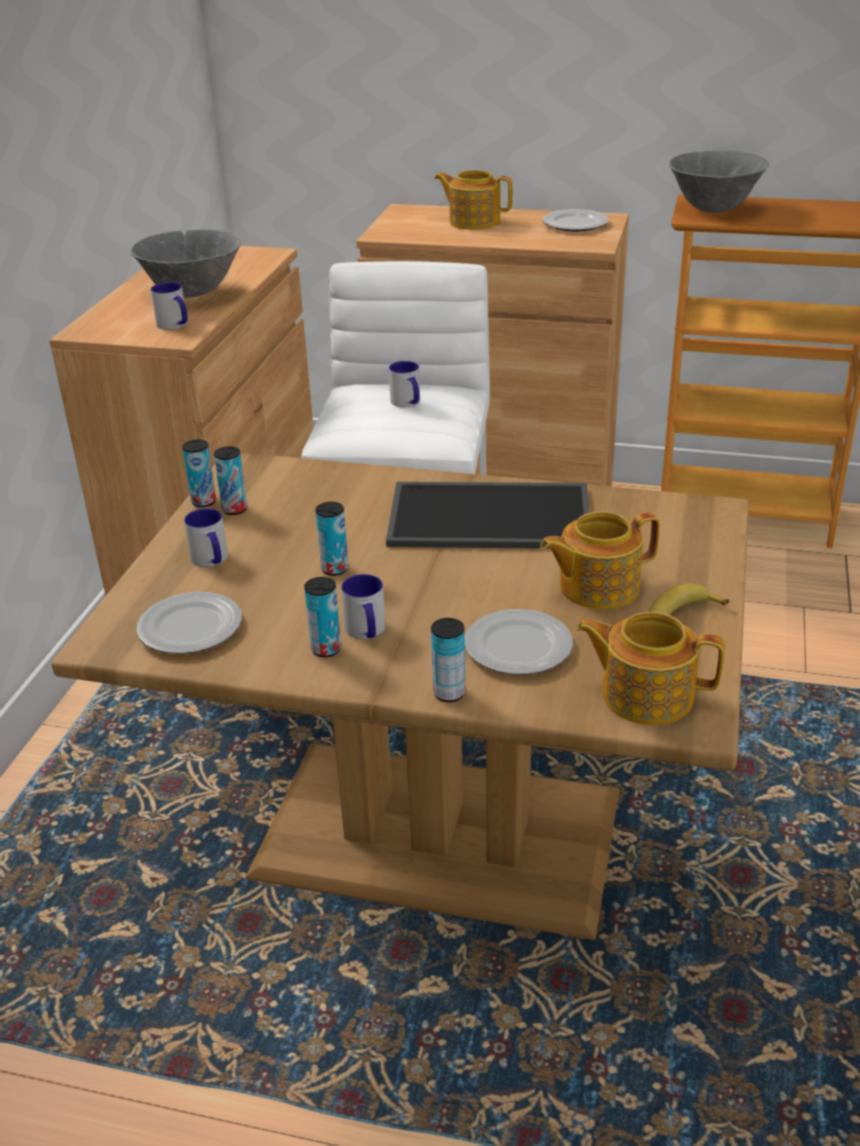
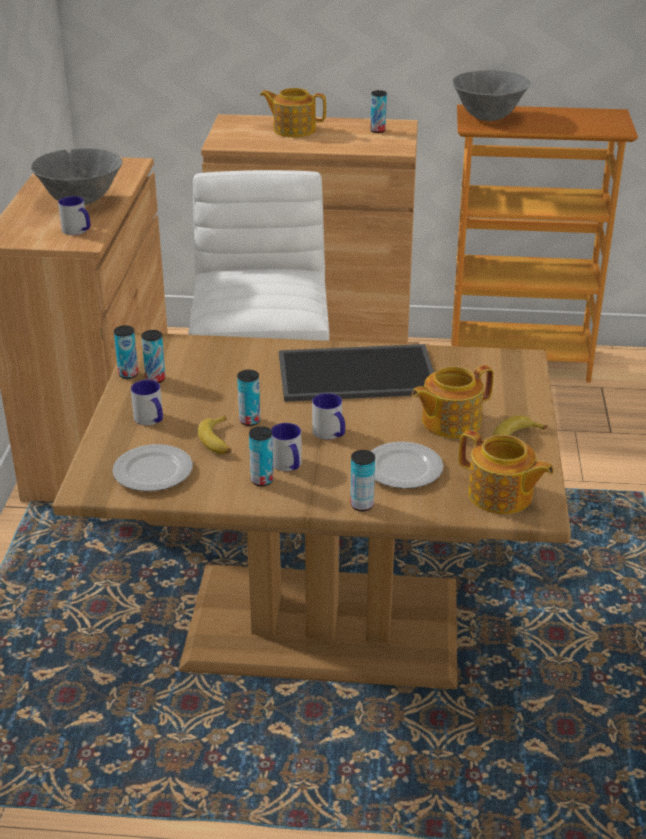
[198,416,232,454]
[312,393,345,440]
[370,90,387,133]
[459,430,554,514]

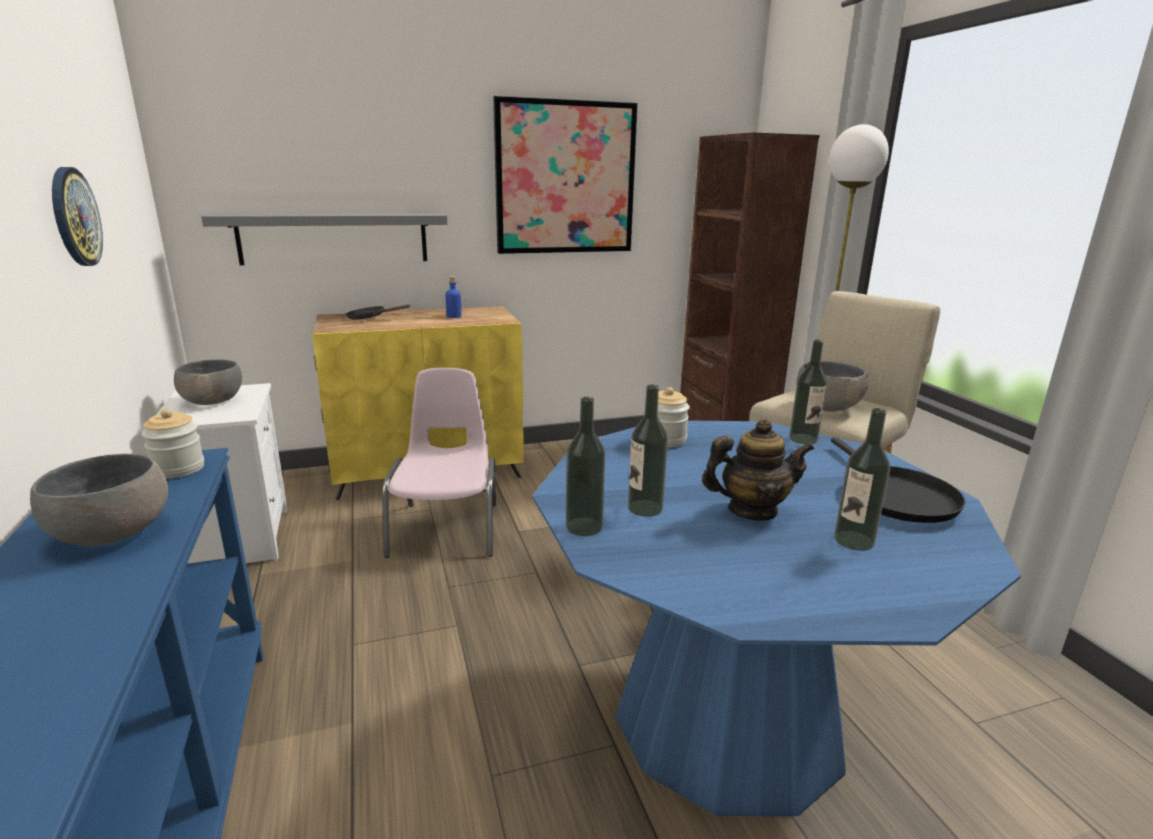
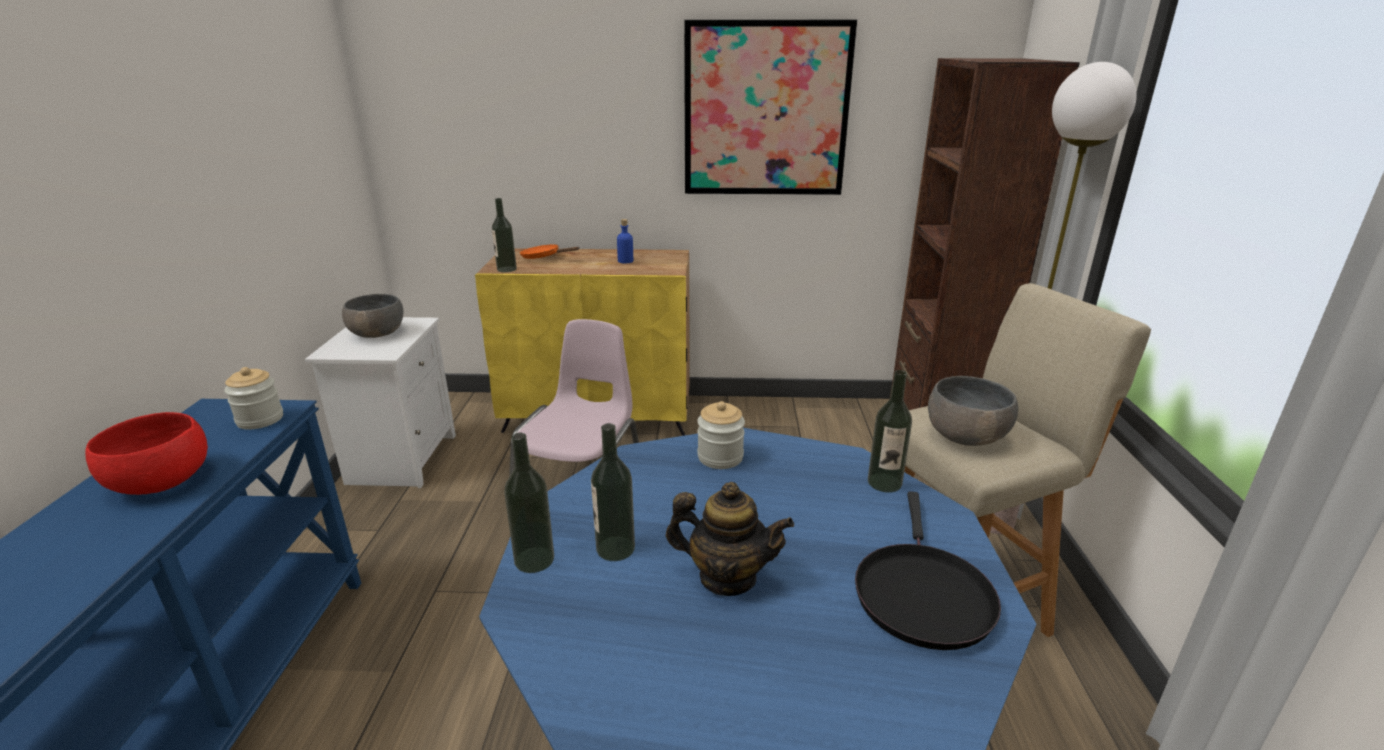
[85,412,208,495]
[492,198,517,272]
[520,244,580,259]
[52,167,103,266] (first image)
[201,213,447,265] (first image)

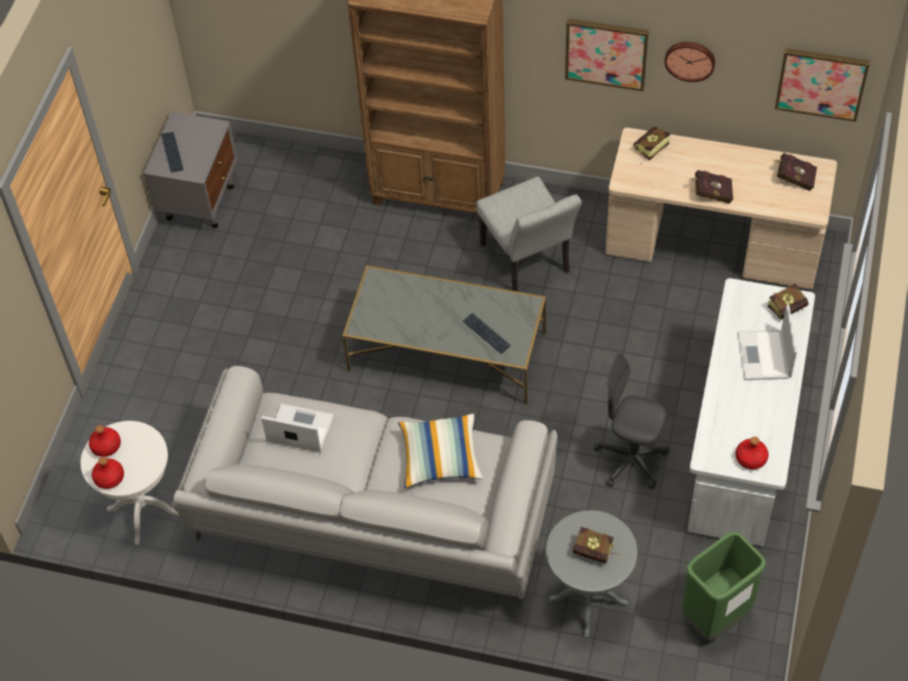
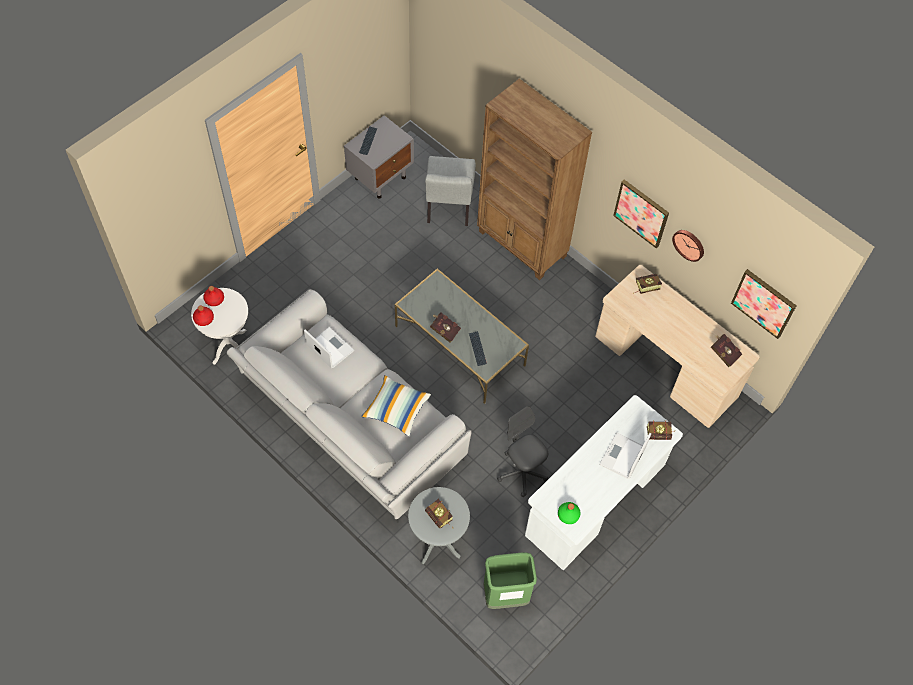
[425,156,476,226]
[430,312,461,342]
[558,502,581,524]

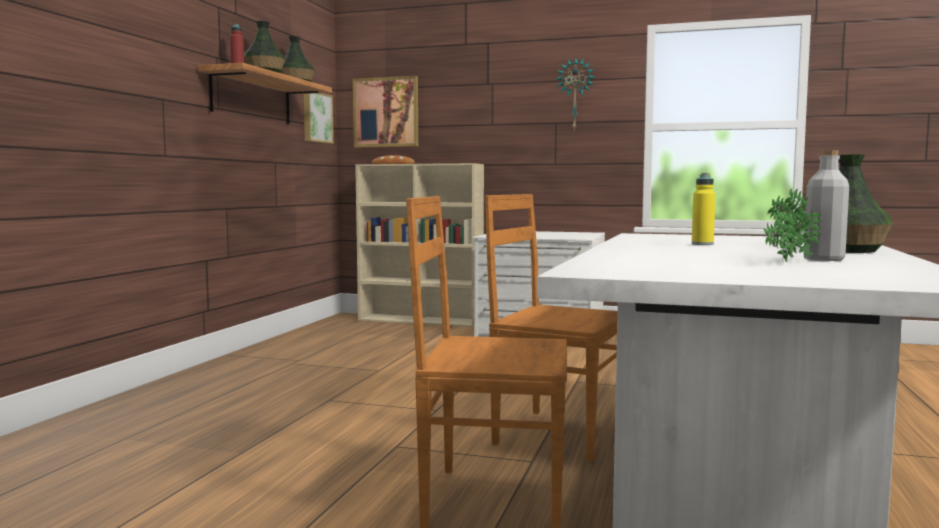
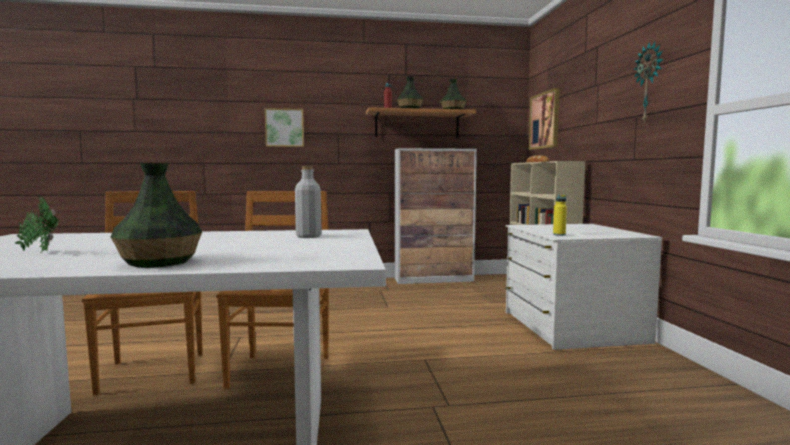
[265,108,304,147]
[295,166,322,238]
[395,148,477,284]
[553,195,567,236]

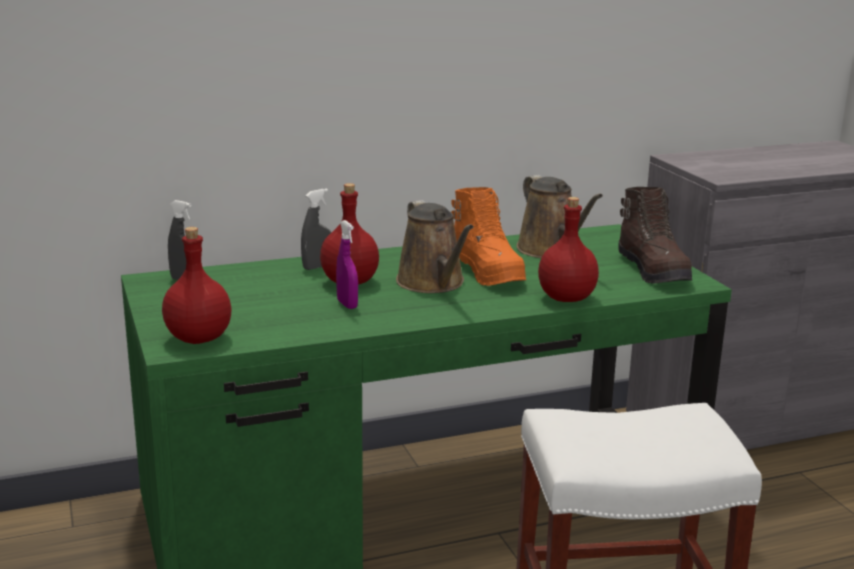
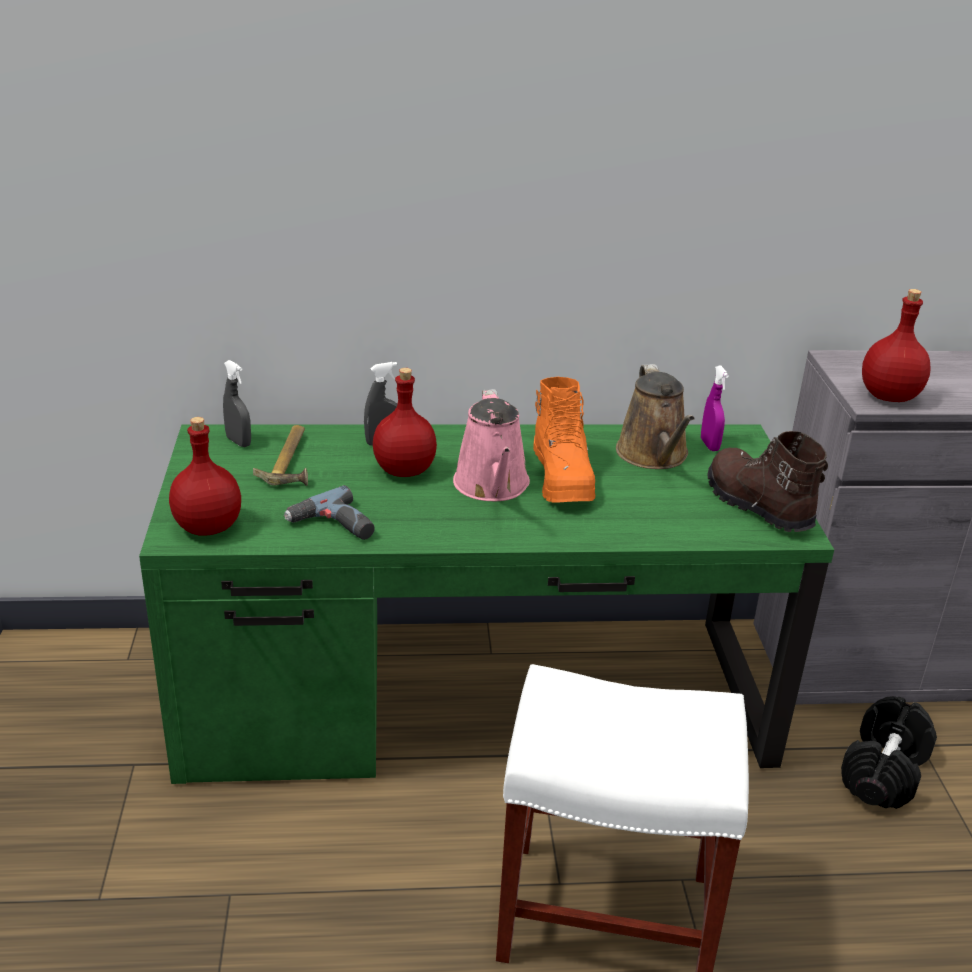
[253,425,308,486]
[284,485,375,540]
[453,389,530,501]
[701,365,729,451]
[707,431,828,532]
[841,696,937,809]
[862,289,931,402]

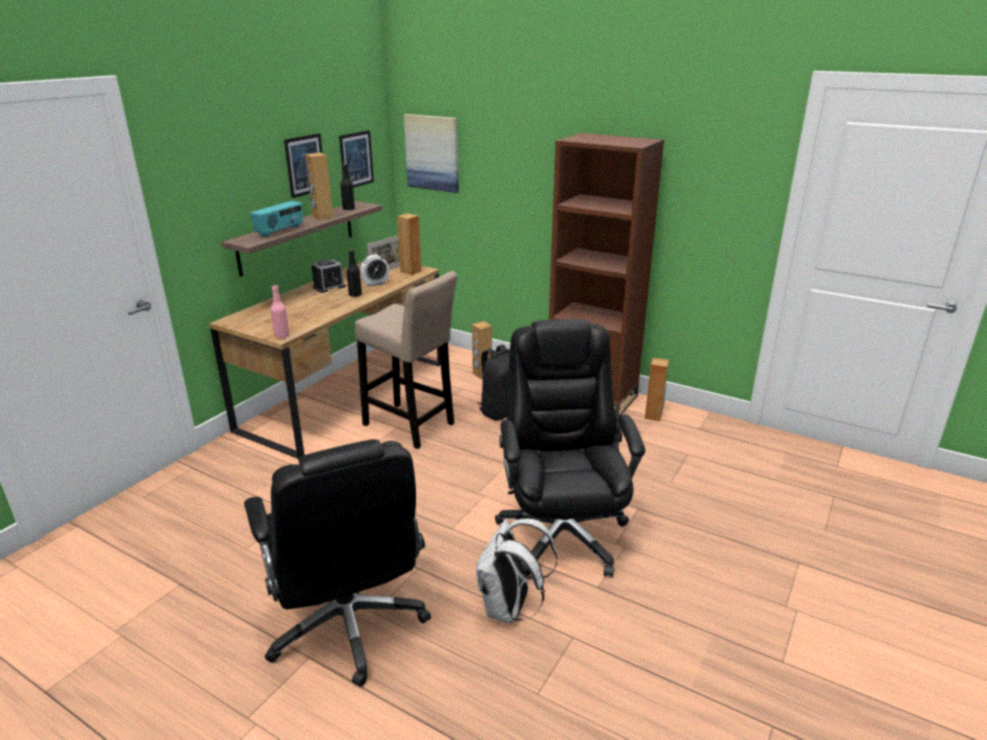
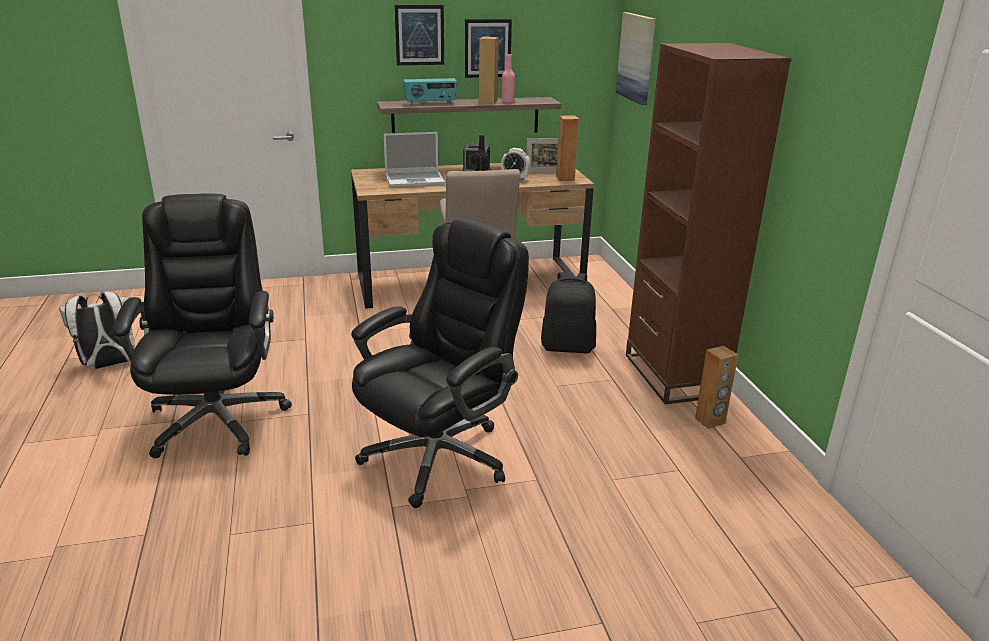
[59,292,135,369]
[112,193,292,458]
[384,132,445,188]
[395,5,444,65]
[502,54,515,103]
[340,164,355,210] (first image)
[472,321,492,379] (first image)

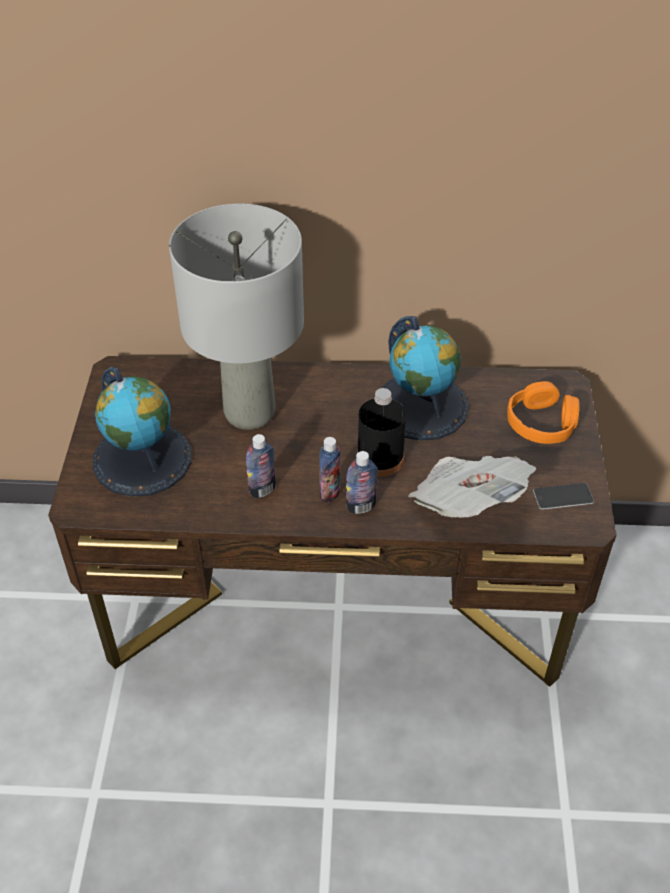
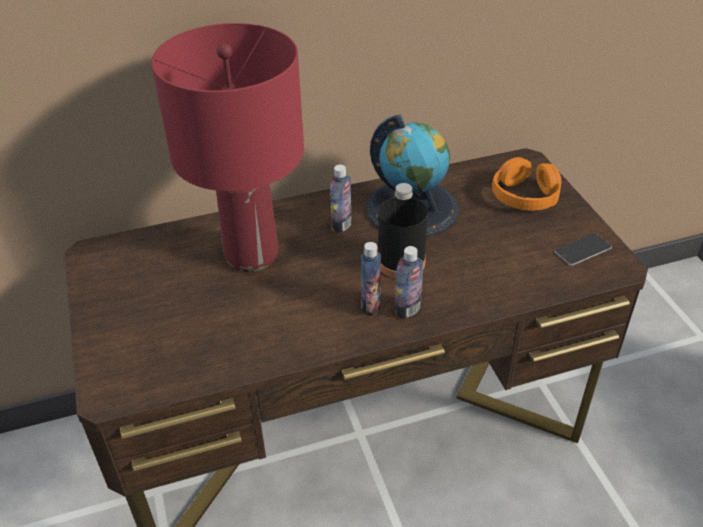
[151,23,304,272]
[330,165,352,233]
[92,367,191,497] (first image)
[408,456,536,518] (first image)

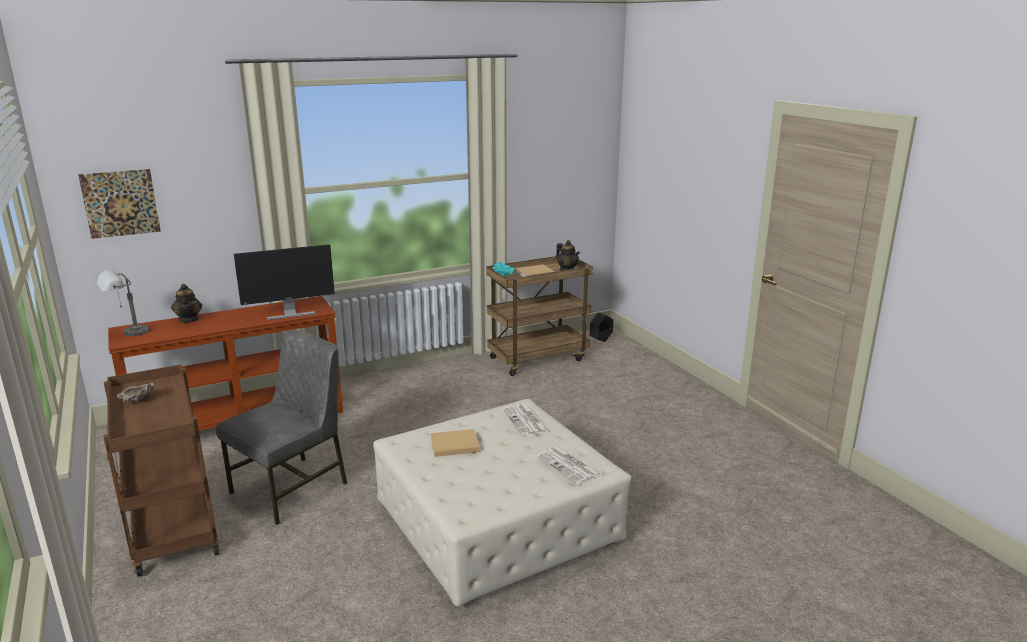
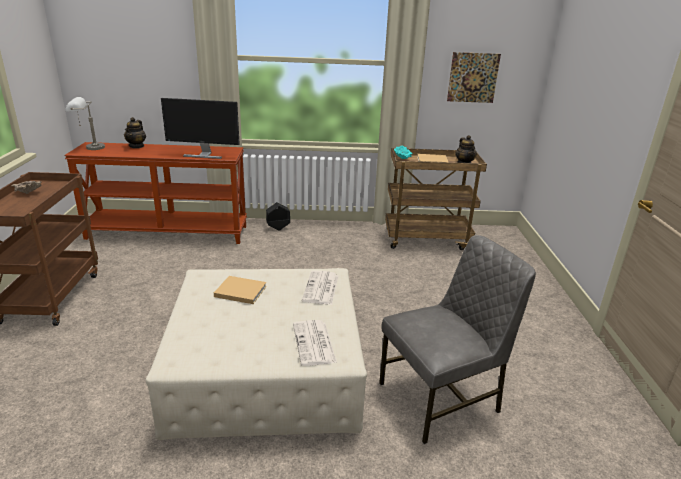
[266,202,290,231]
[379,235,536,444]
[447,52,501,103]

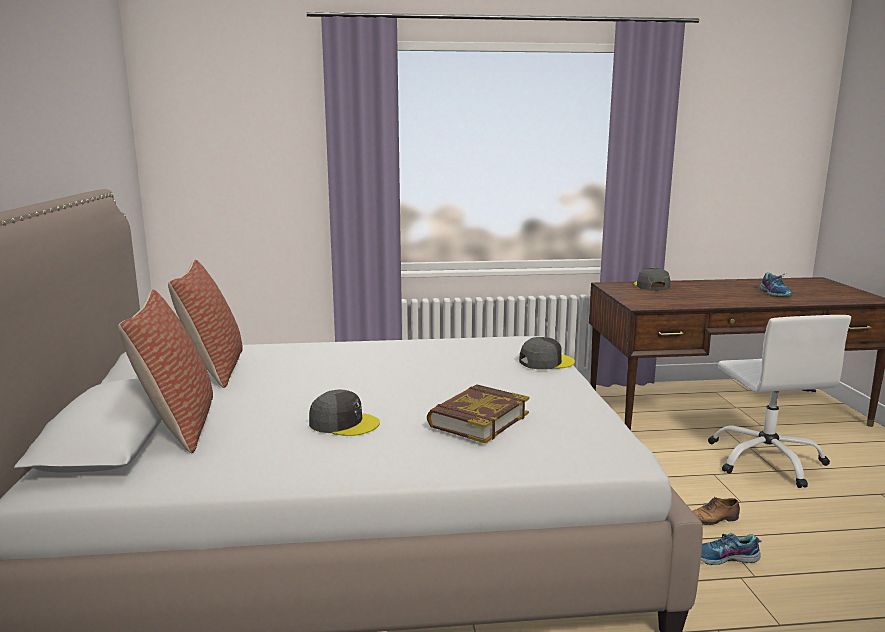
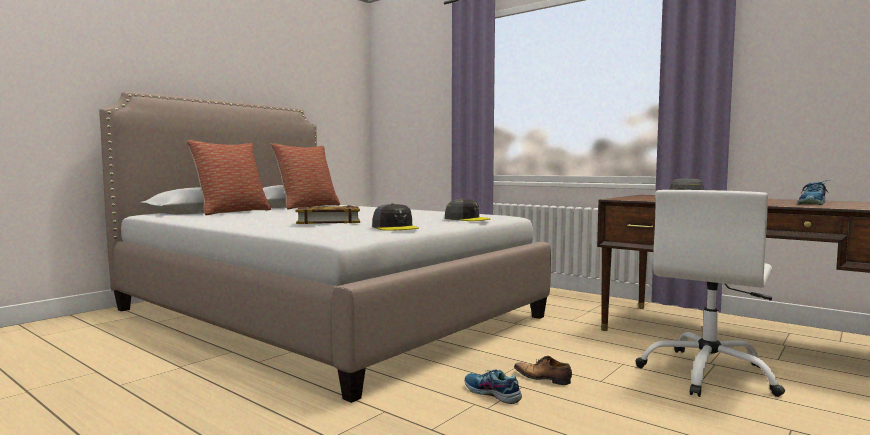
[372,203,419,231]

